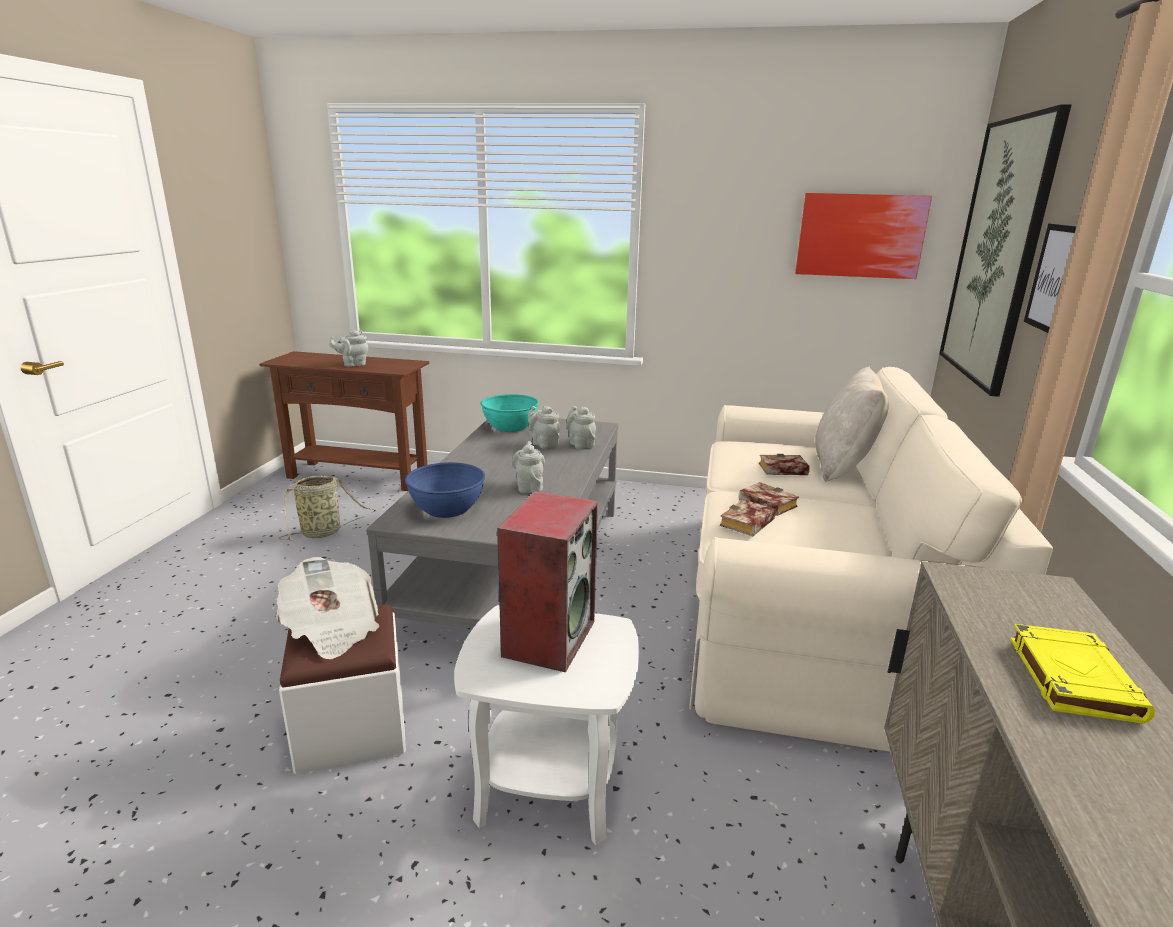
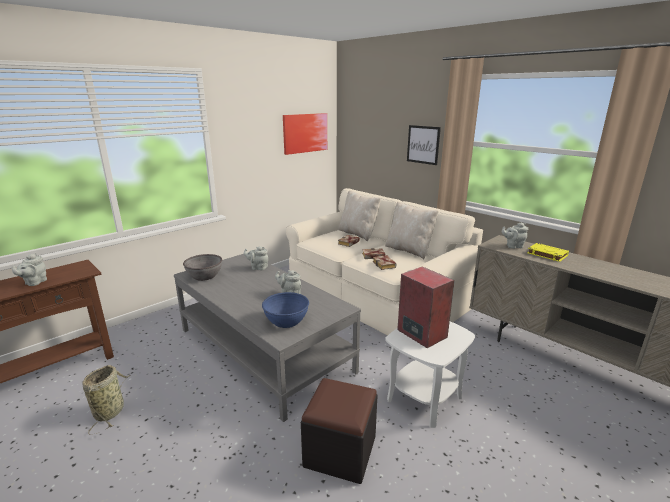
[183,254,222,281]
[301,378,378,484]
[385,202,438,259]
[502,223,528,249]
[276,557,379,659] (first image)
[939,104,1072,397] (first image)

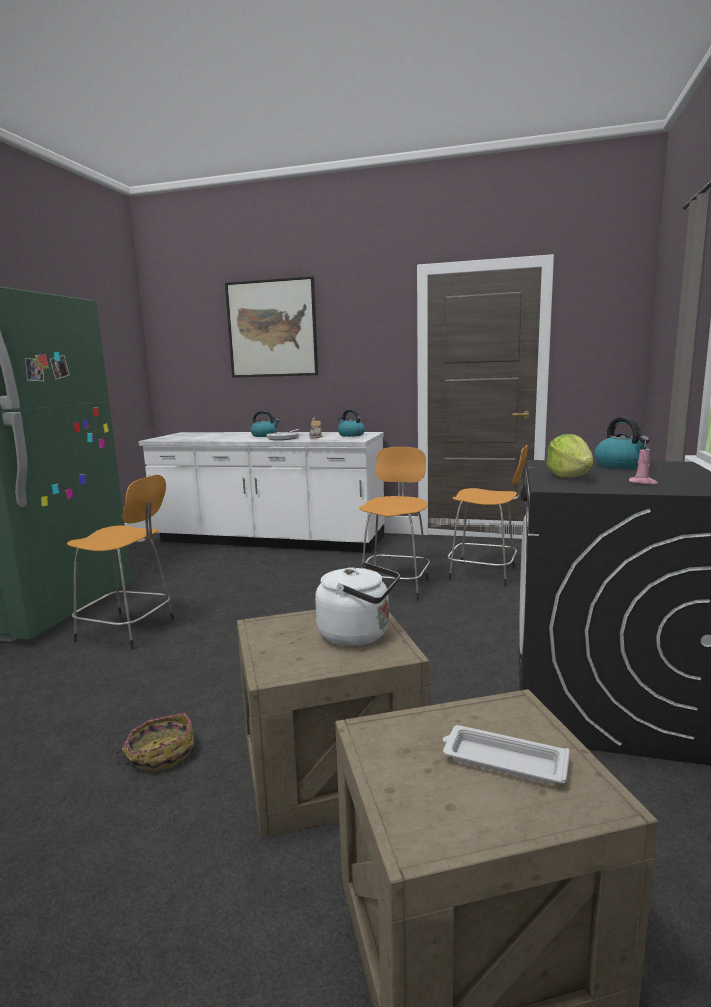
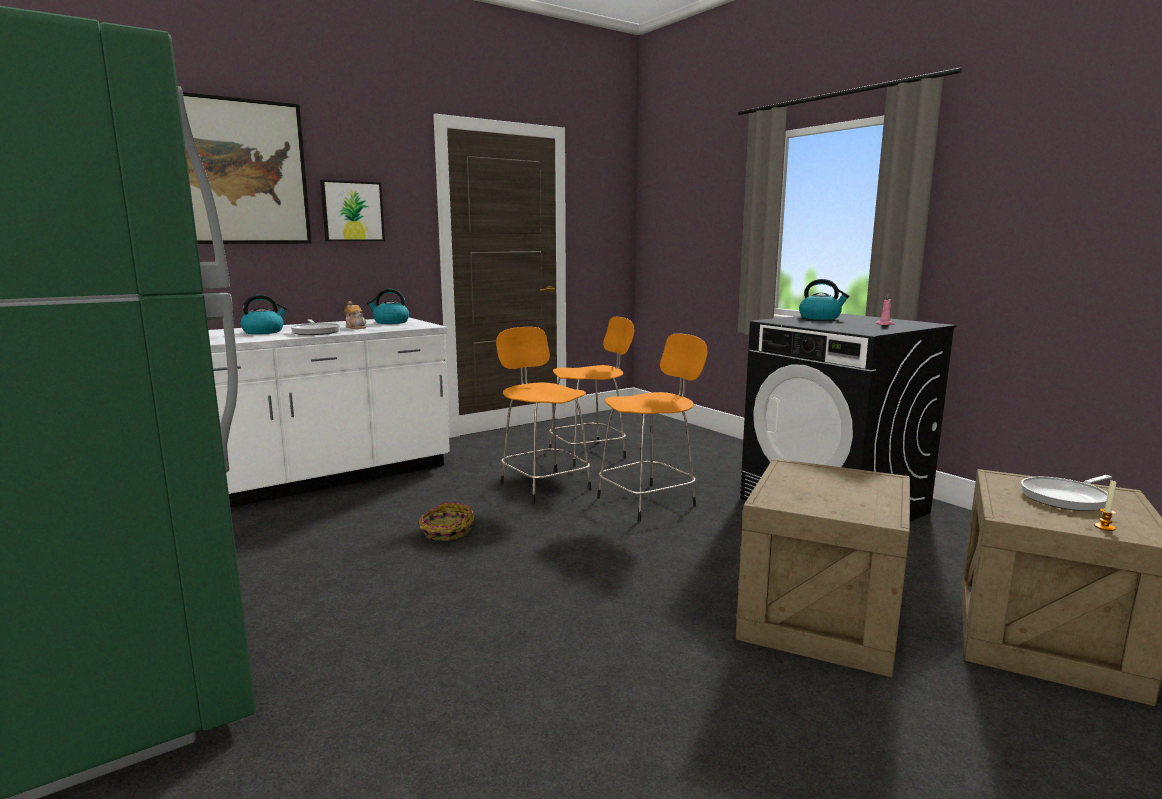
[320,180,385,241]
[419,502,474,541]
[597,333,708,522]
[1021,475,1112,511]
[1094,480,1116,531]
[315,562,400,646] (first image)
[546,434,593,478] (first image)

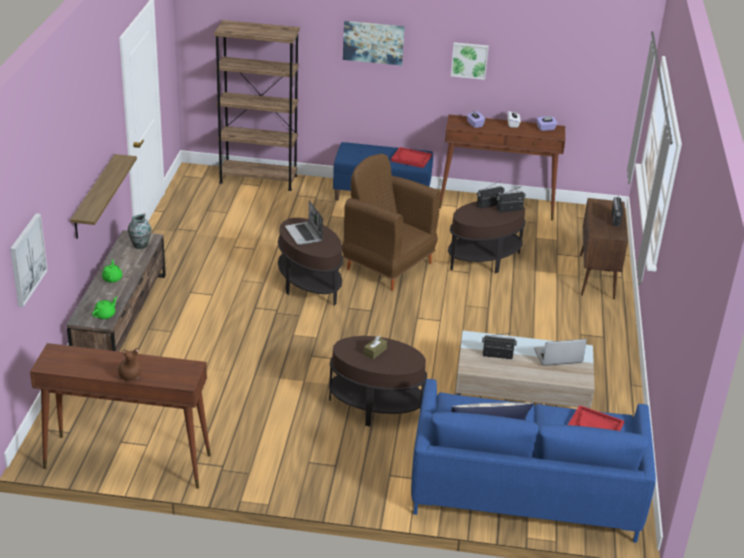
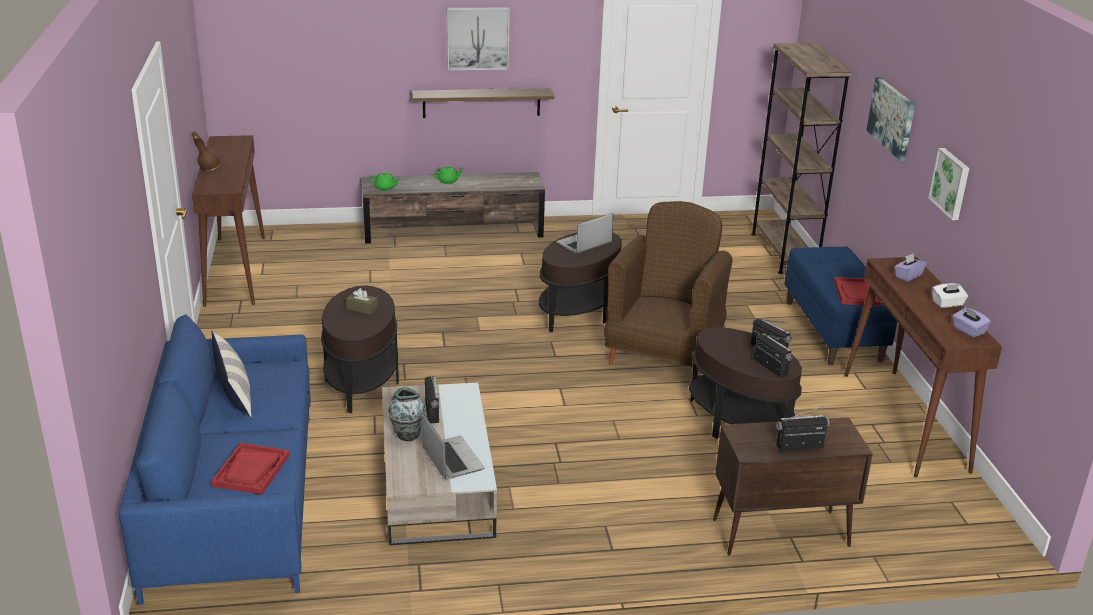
[388,387,426,441]
[447,8,510,70]

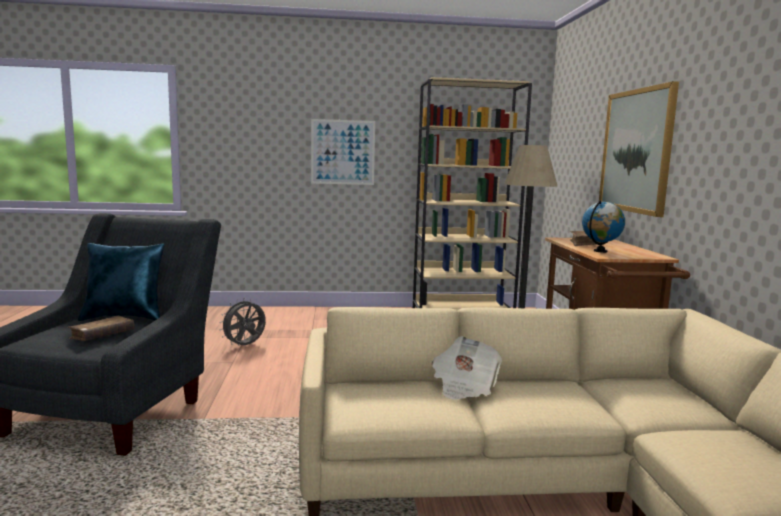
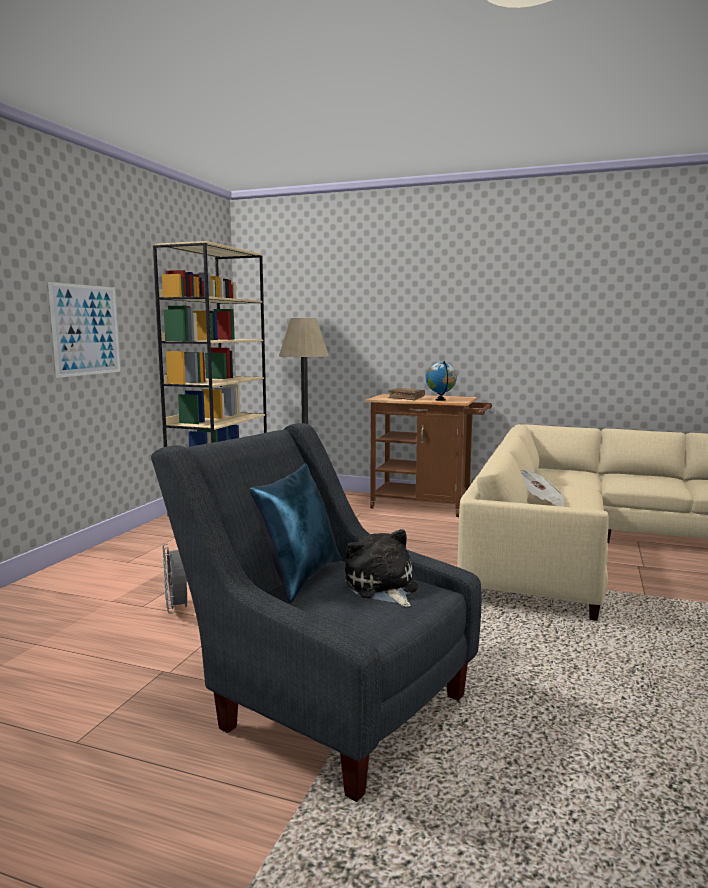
[345,529,418,607]
[599,81,679,217] (first image)

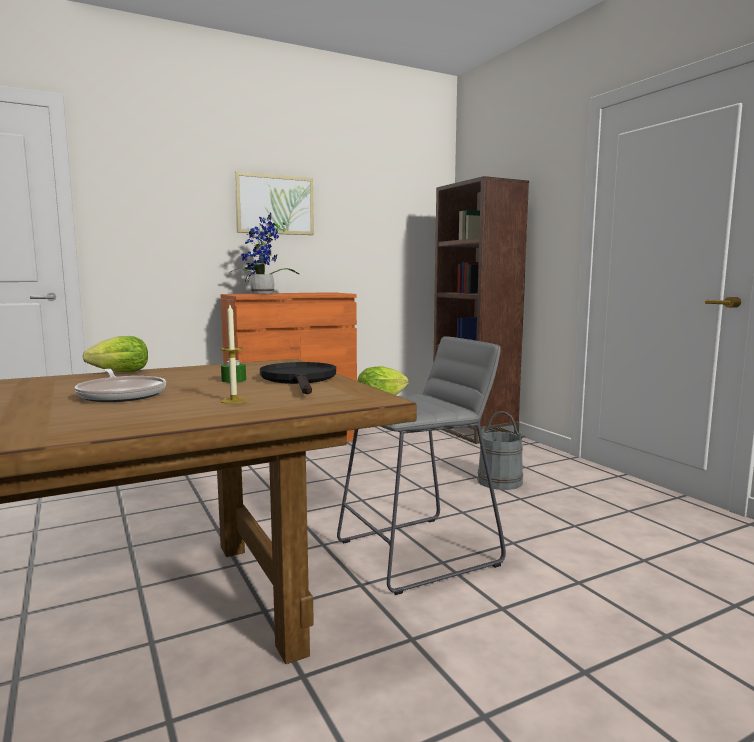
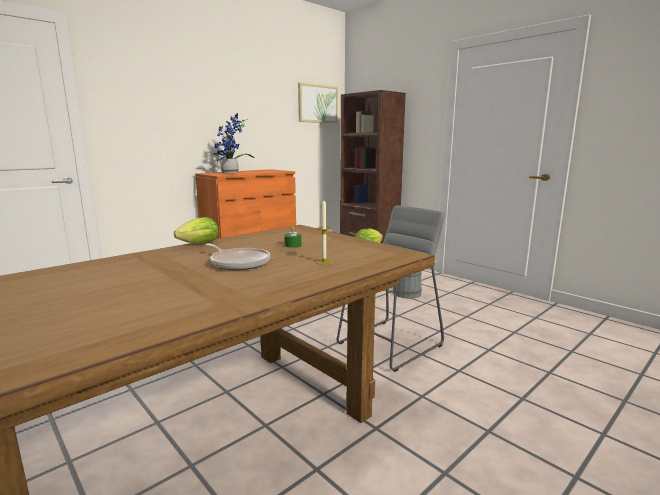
[298,83,338,123]
[260,362,336,394] (first image)

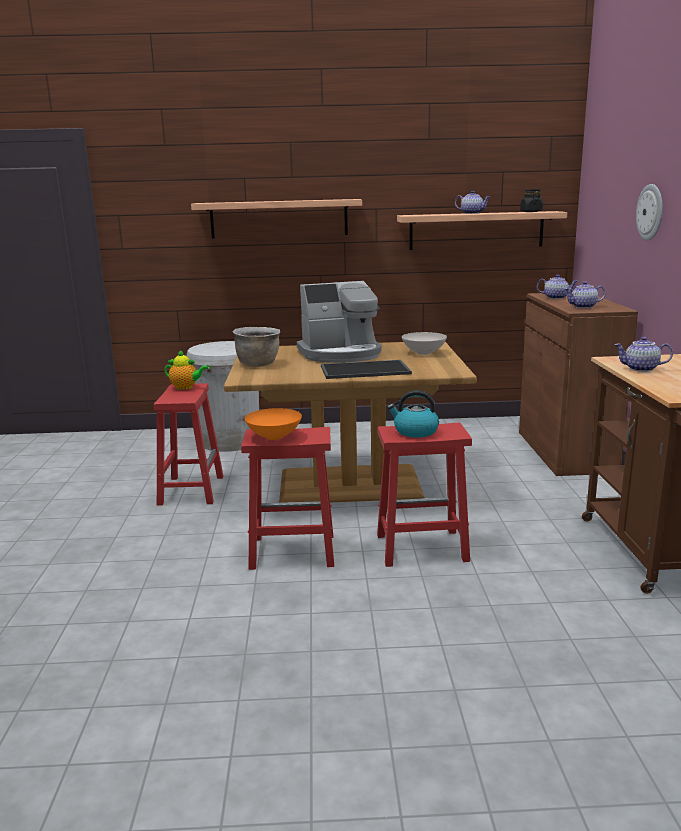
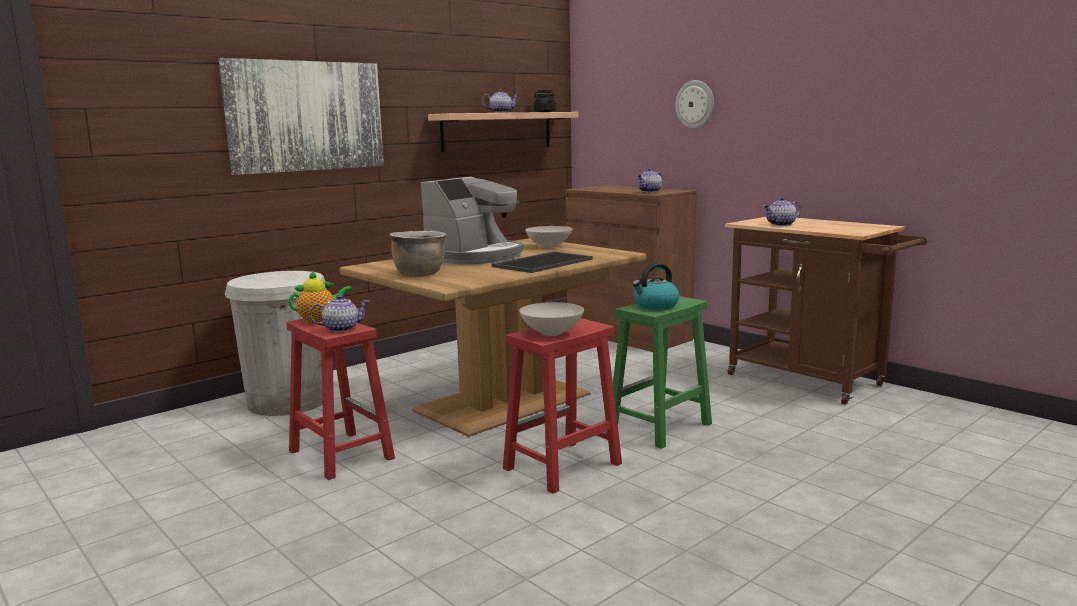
[219,58,384,175]
[309,295,369,332]
[519,302,584,336]
[613,296,712,449]

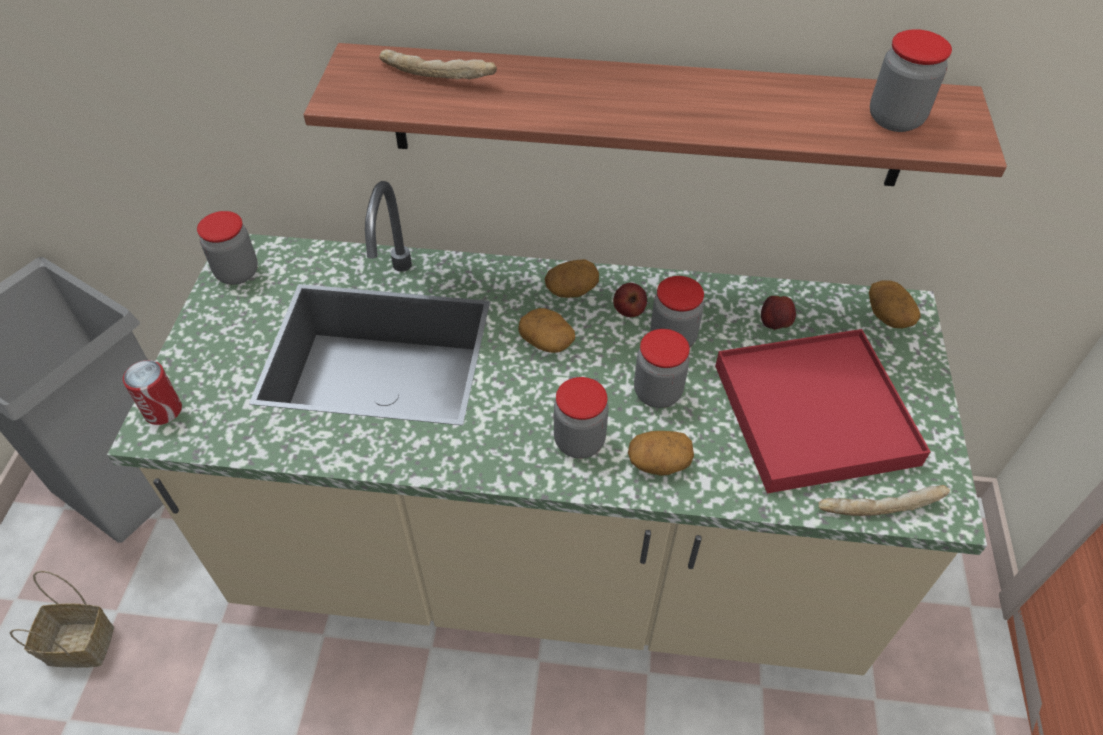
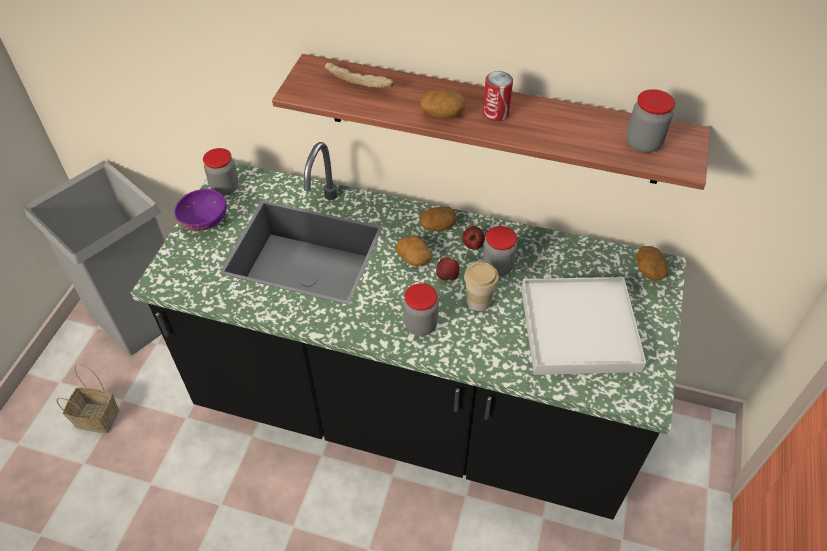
[131,142,686,520]
[174,189,227,230]
[420,90,466,119]
[436,257,460,281]
[464,262,499,311]
[483,71,513,121]
[521,277,646,375]
[819,485,950,516] (first image)

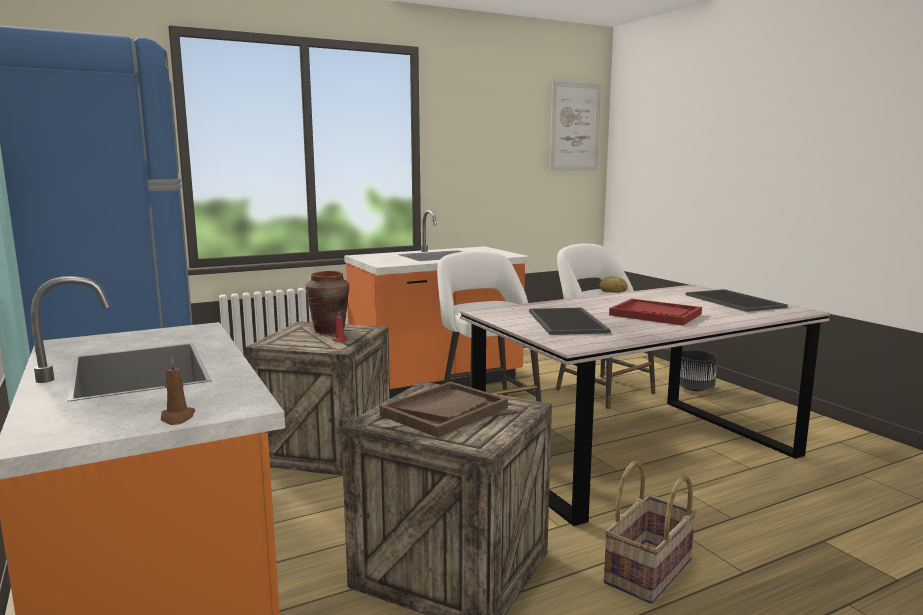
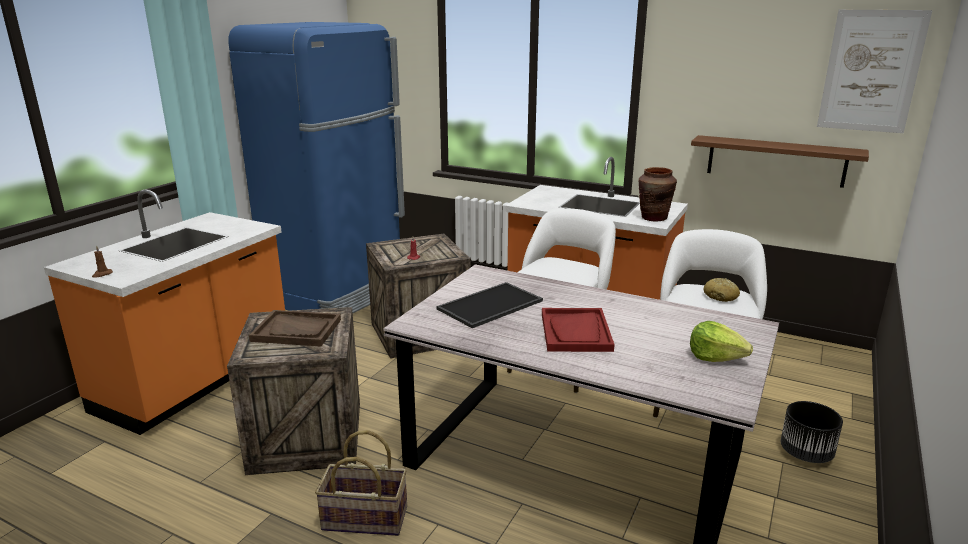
[639,167,677,222]
[690,321,753,362]
[691,135,869,188]

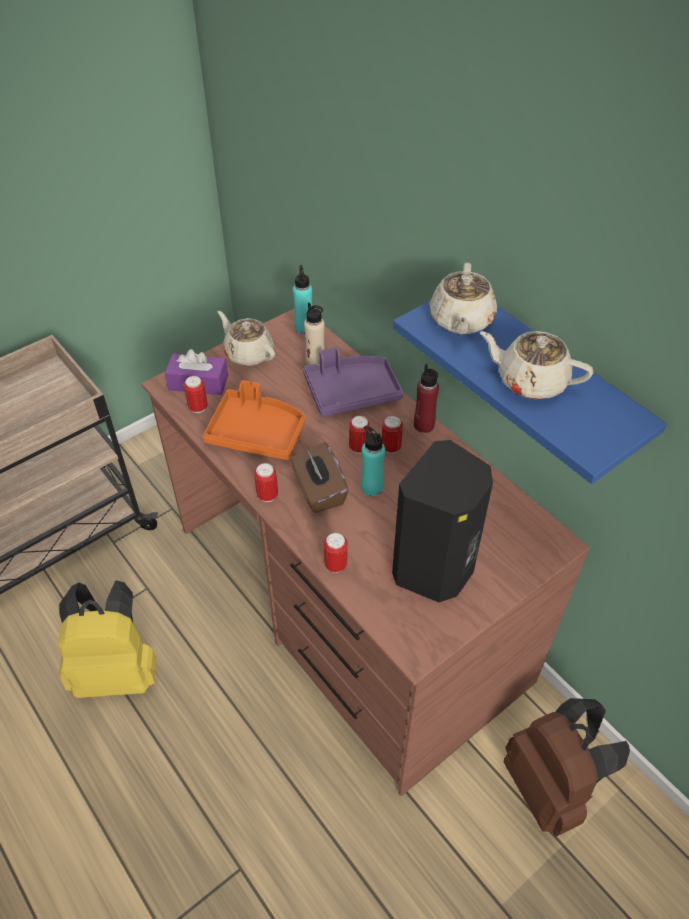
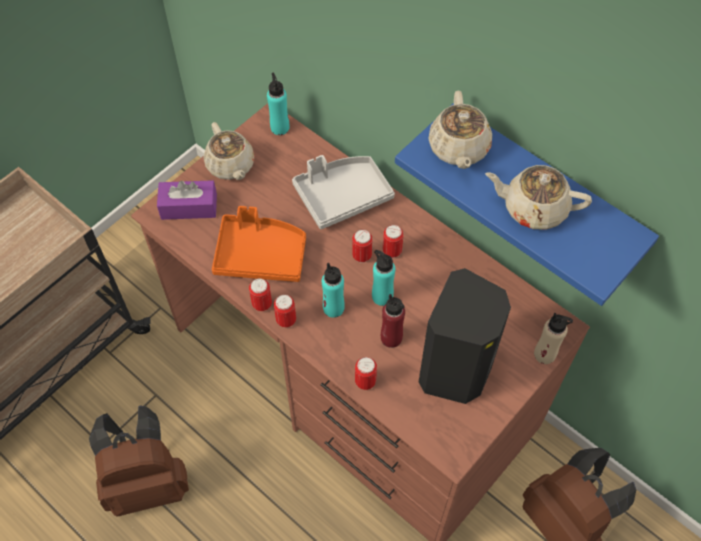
[89,406,189,516]
[204,122,255,180]
[249,278,272,311]
[292,155,395,229]
[322,263,345,318]
[381,294,405,348]
[534,313,573,364]

